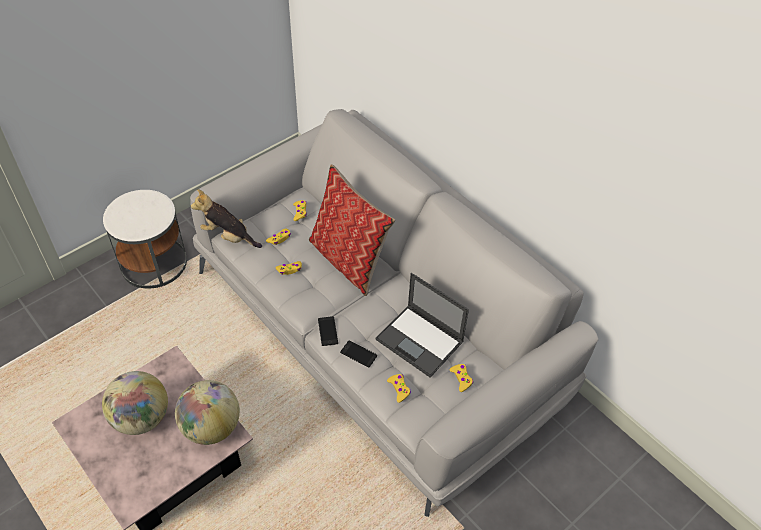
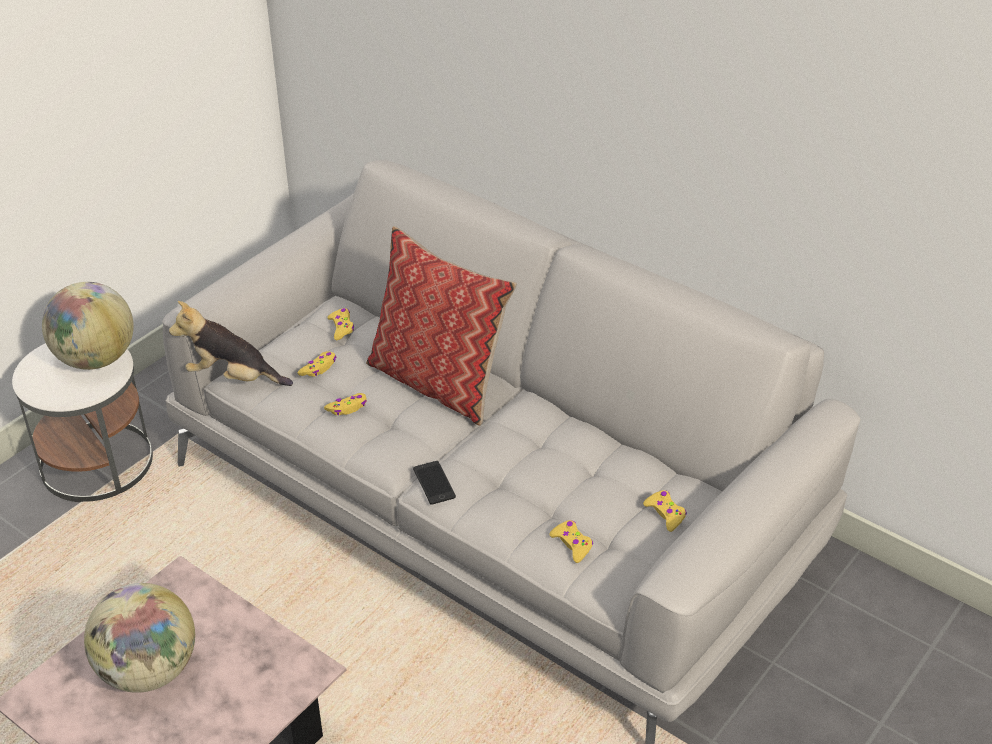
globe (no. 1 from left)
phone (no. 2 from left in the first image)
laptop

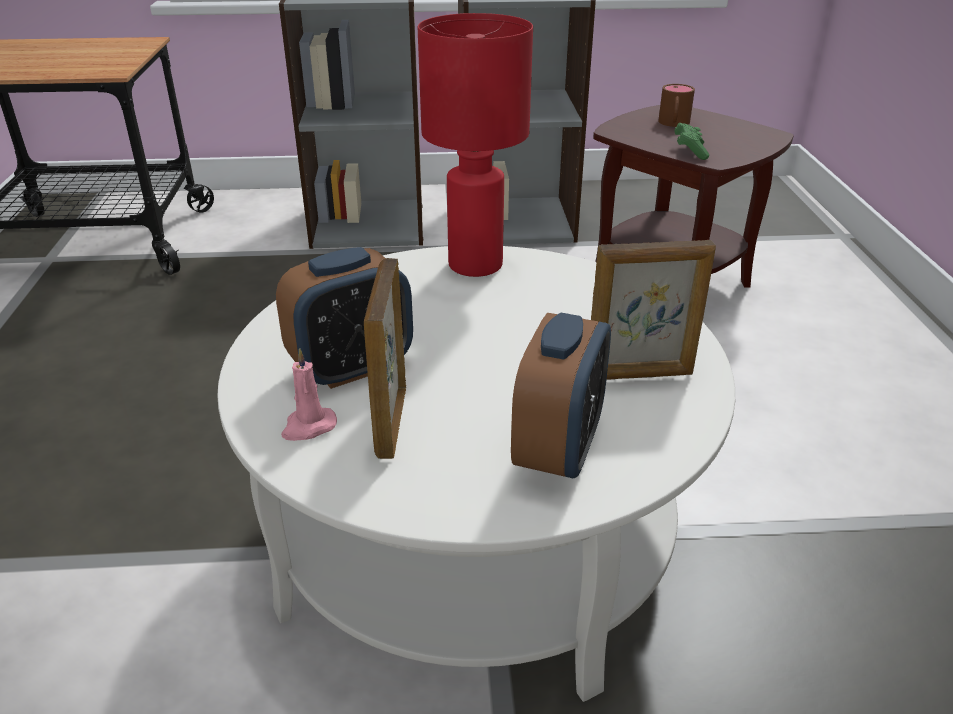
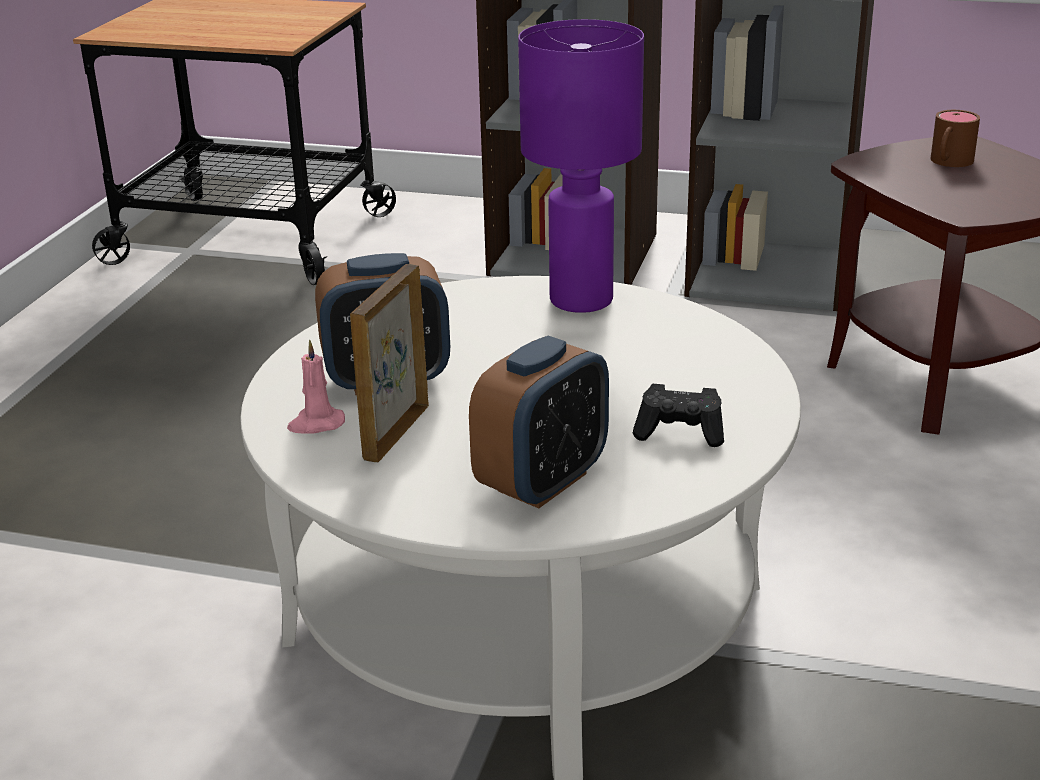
table lamp in purple
game controller in black
game controller in green

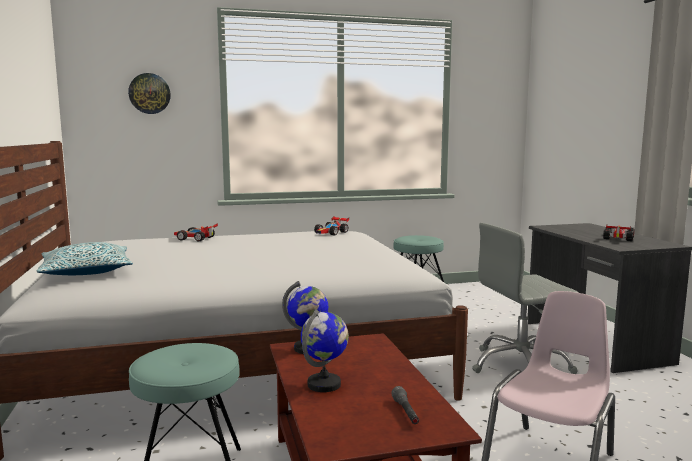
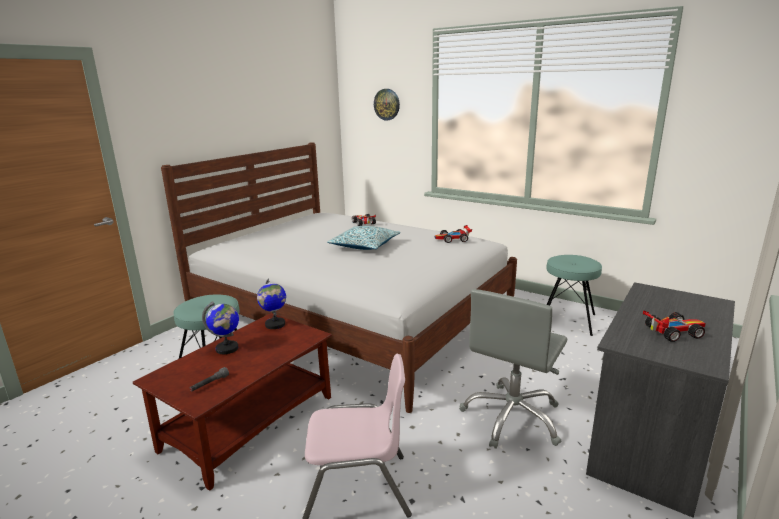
pillow
office chair in grey

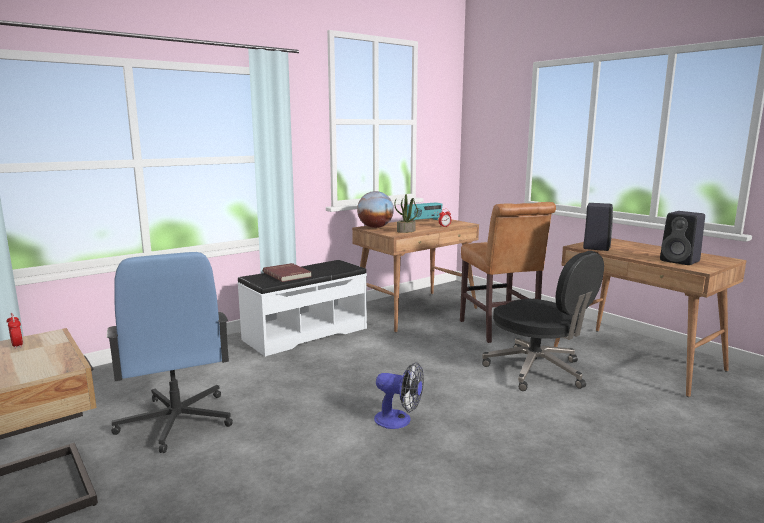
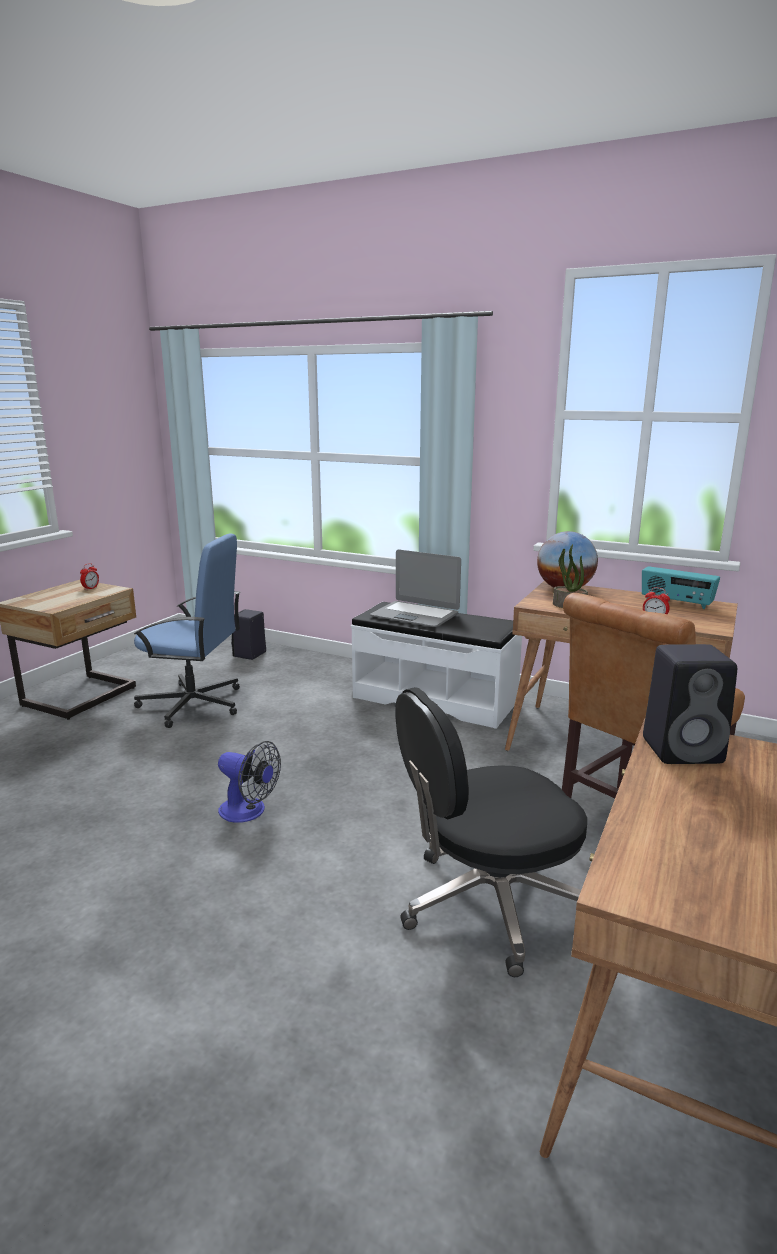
office chair in blue
laptop
fan
office chair in black
speaker in black (no. 1 from left)

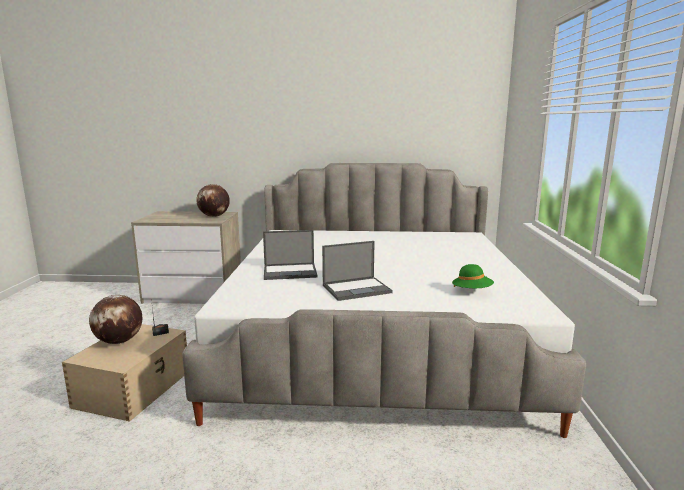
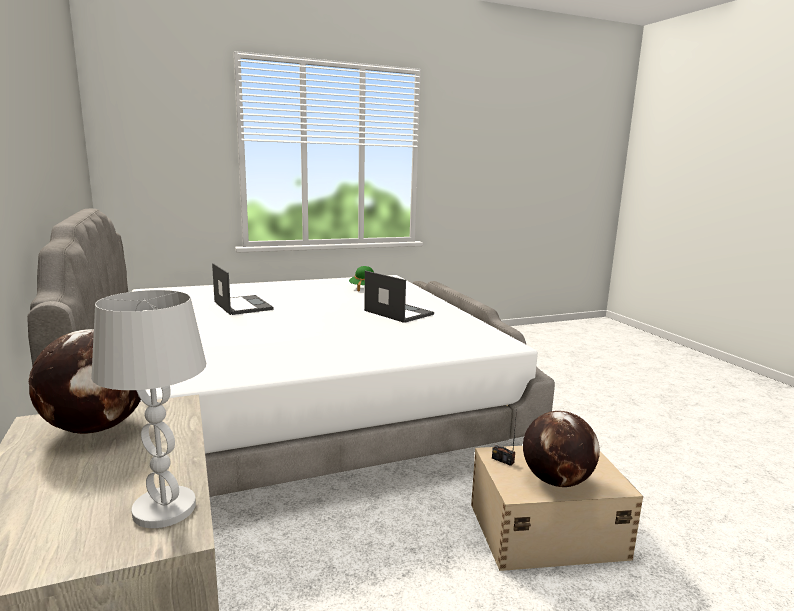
laptop (no. 1 from left)
table lamp in white

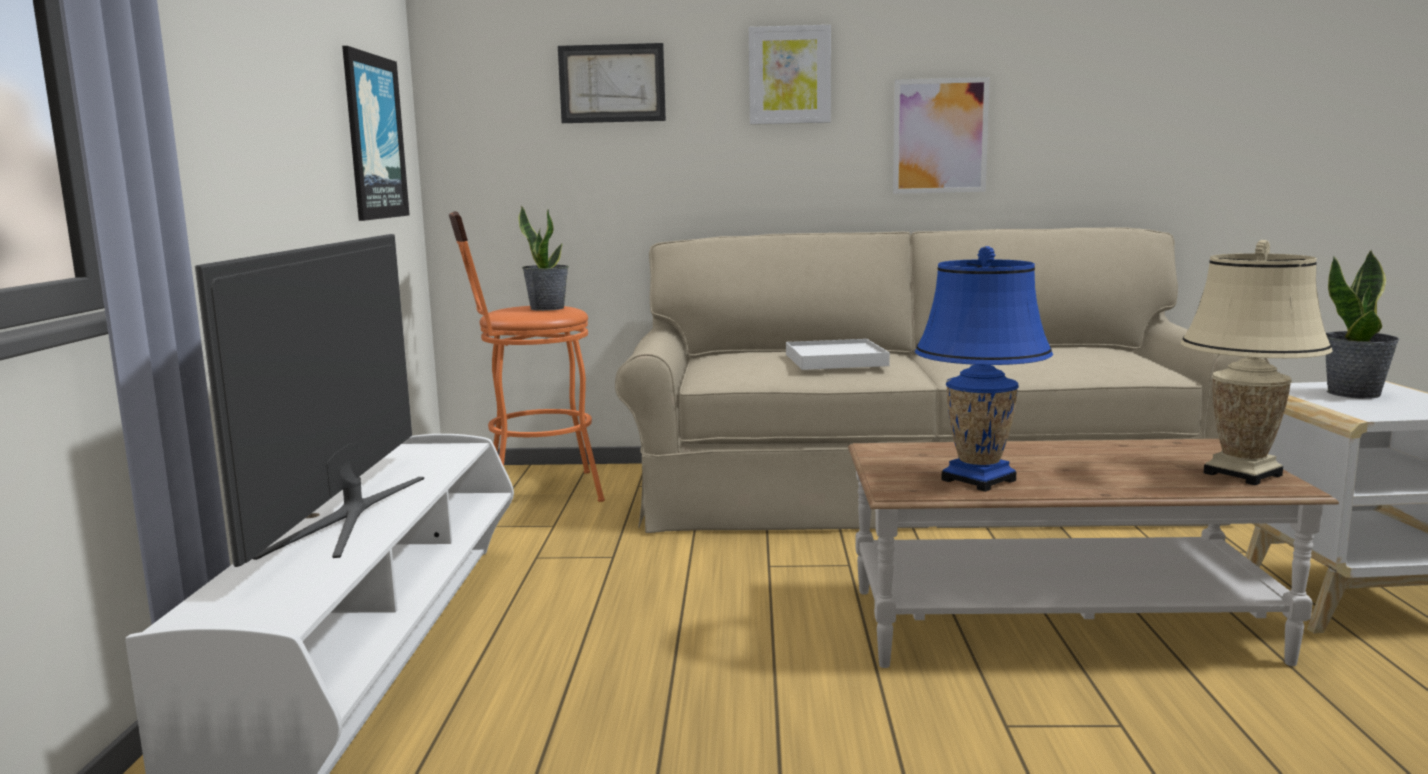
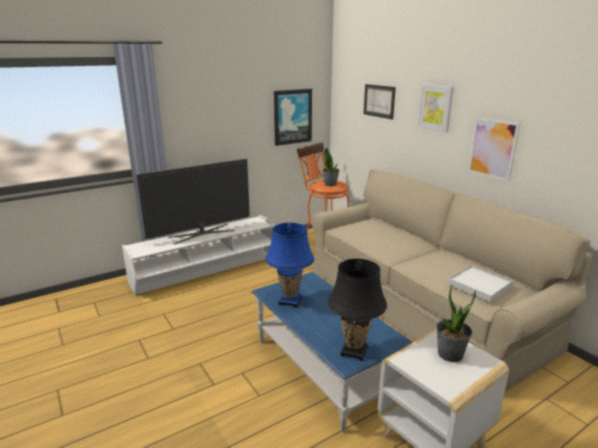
tray in white
coffee table in blue
table lamp in black

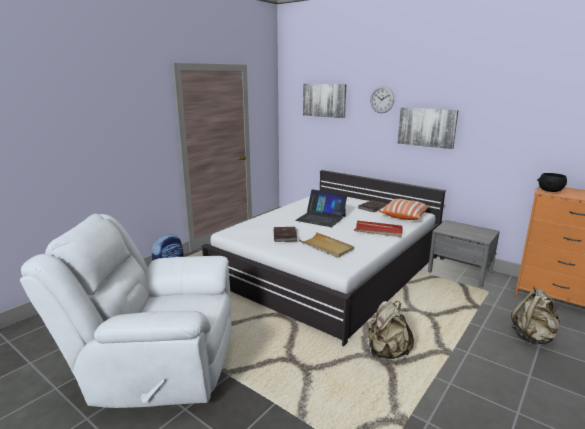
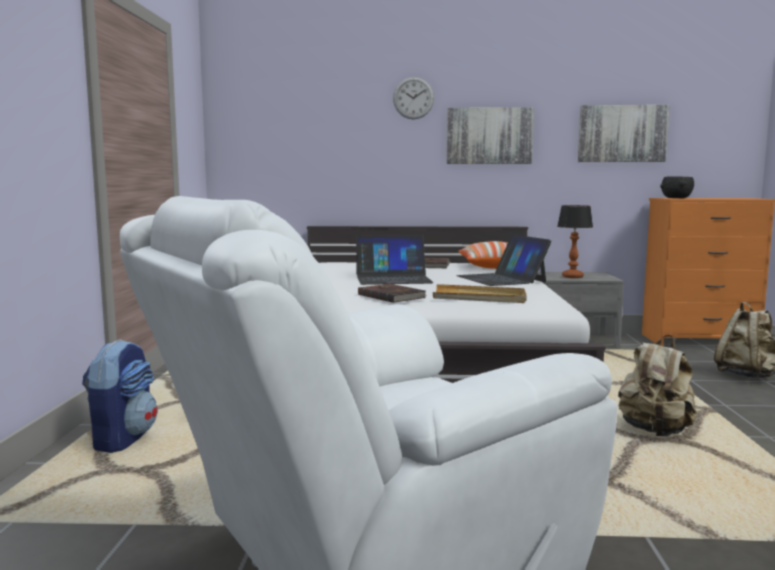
picture (no. 2 from left)
laptop (no. 2 from left)
table lamp

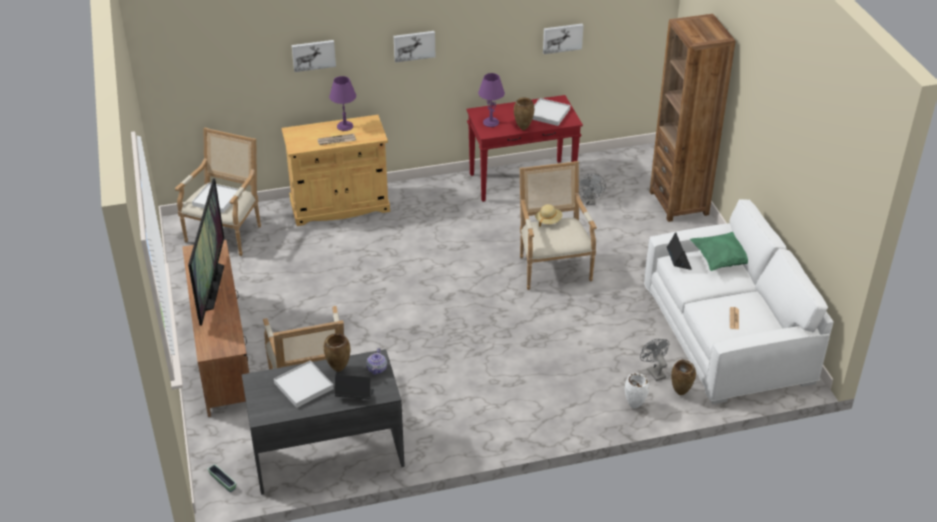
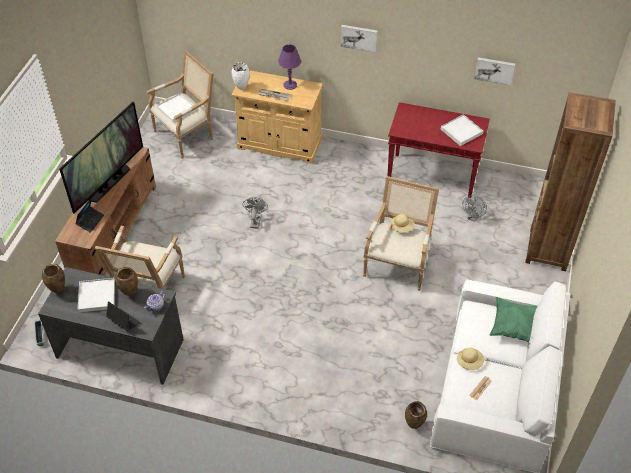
picture (no. 1 from left in the first image)
table lamp in purple (no. 2 from left in the first image)
vase in brown (no. 1 from left)
vase in white
fan in grey (no. 1 from left)
laptop (no. 1 from left)
hat in beige (no. 2 from left)

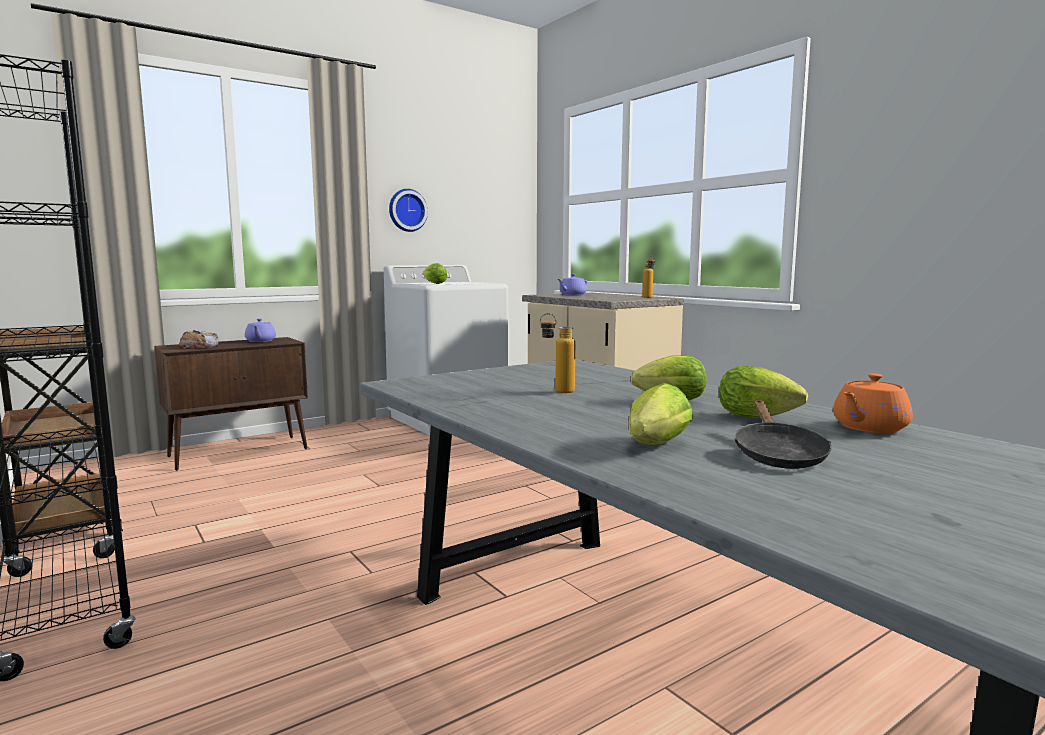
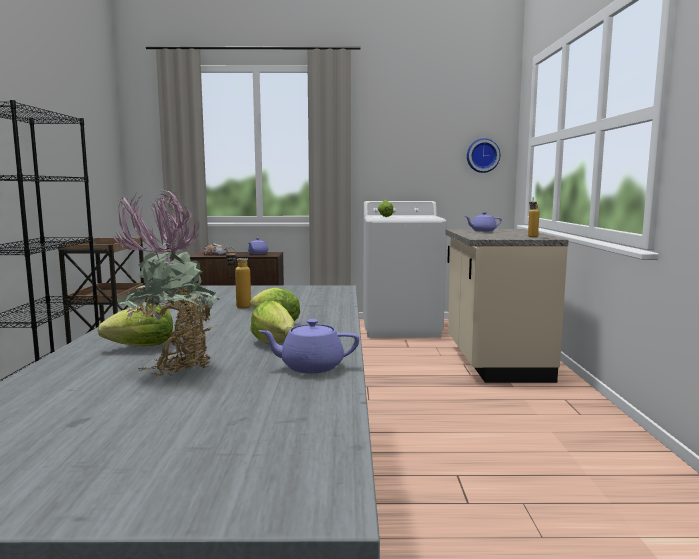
wall clock
potted plant
teapot in purple (no. 2 from left)

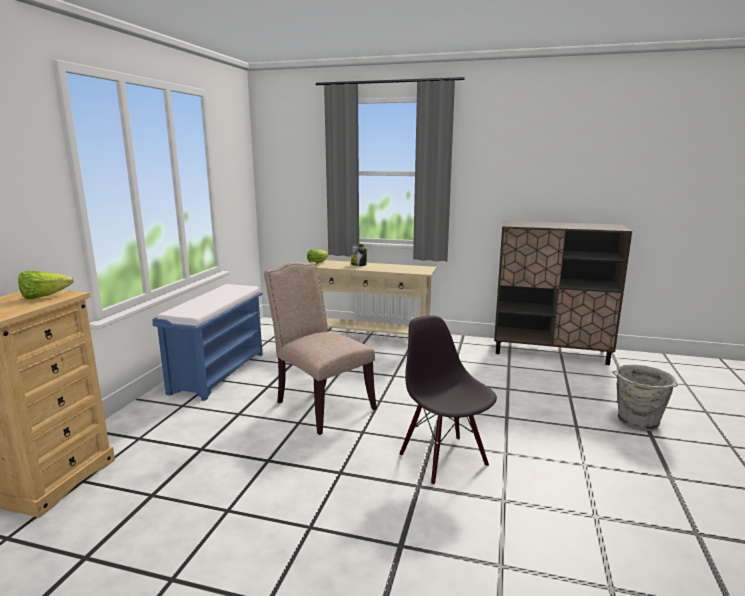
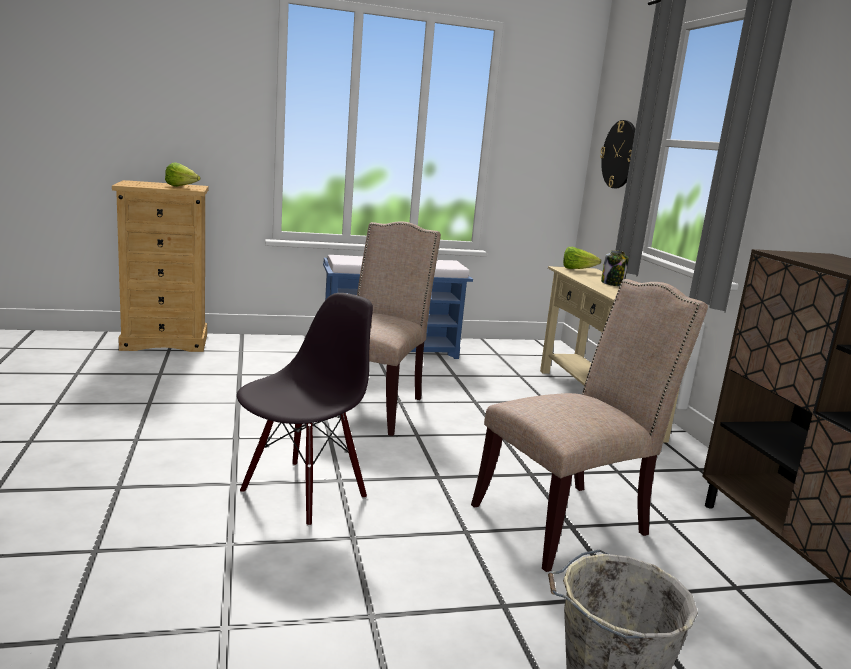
chair in beige (no. 2 from left)
wall clock

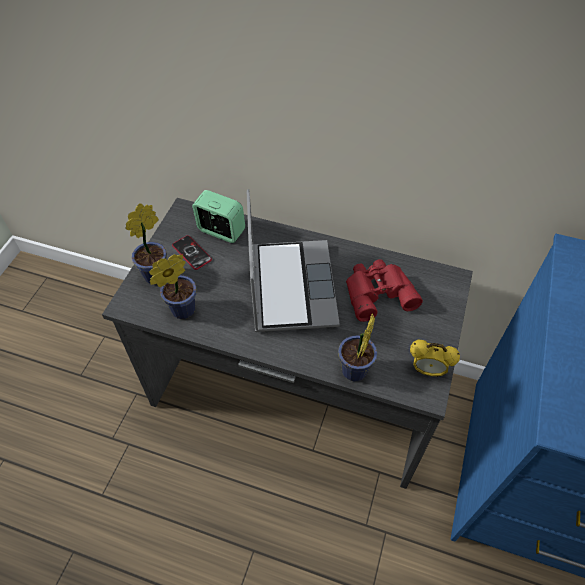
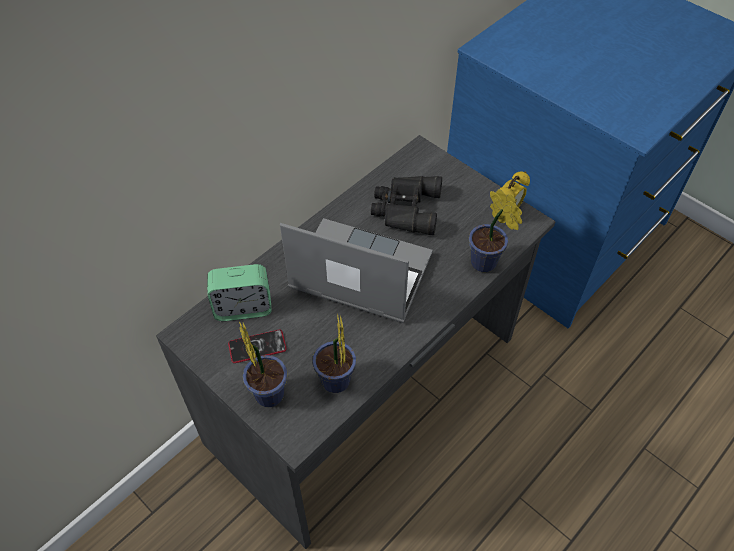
alarm clock (no. 1 from left)
binoculars in black

